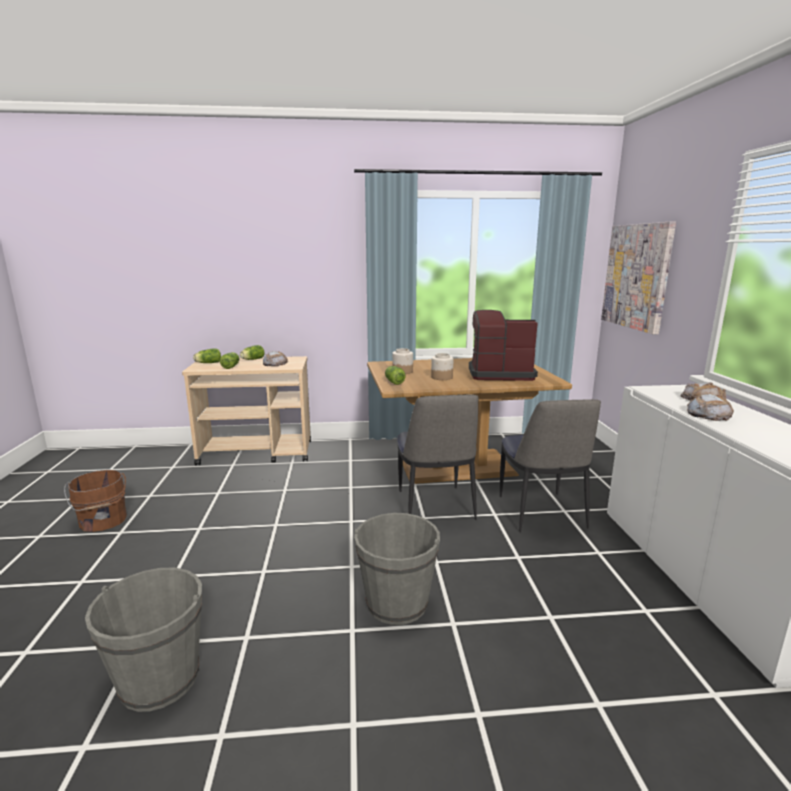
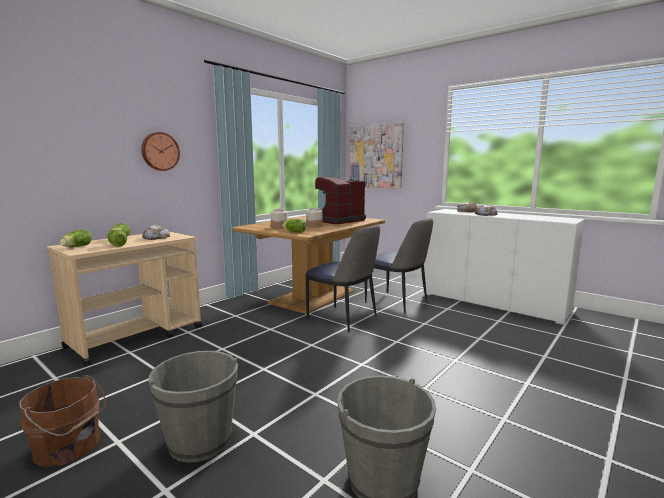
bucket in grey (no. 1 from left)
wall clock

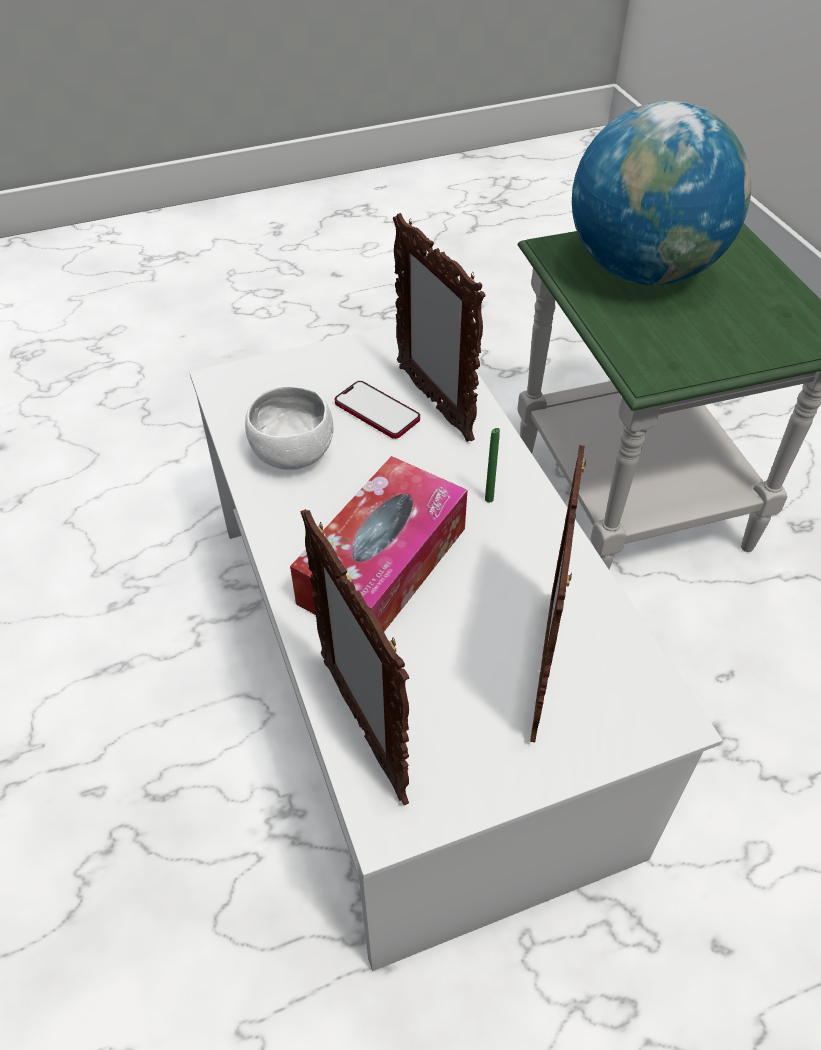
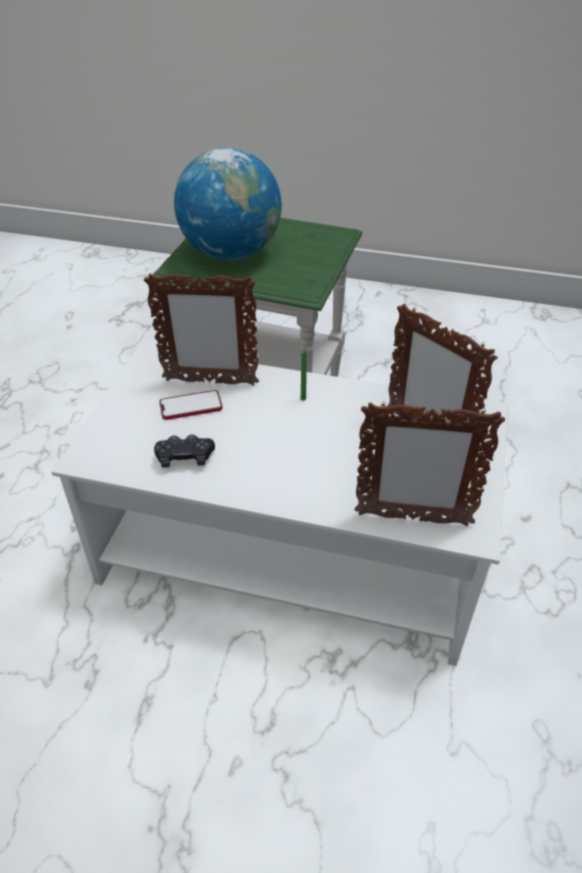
game controller in black
tissue box

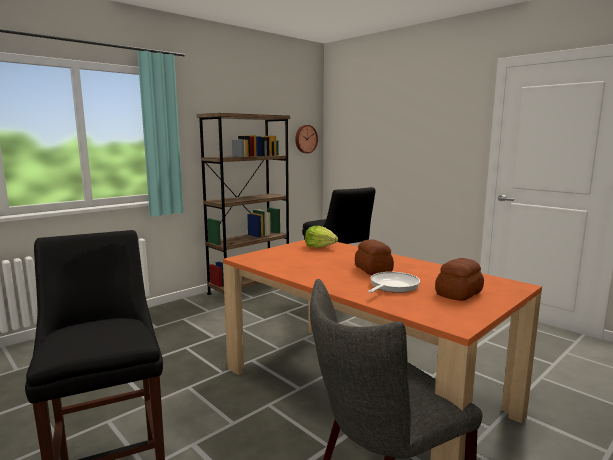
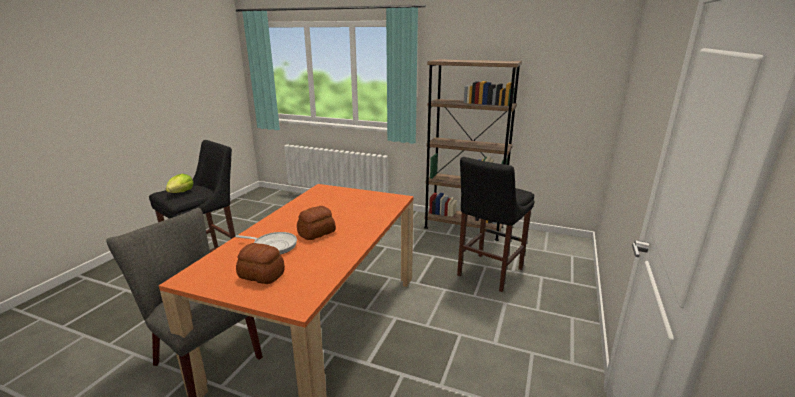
wall clock
lettuce

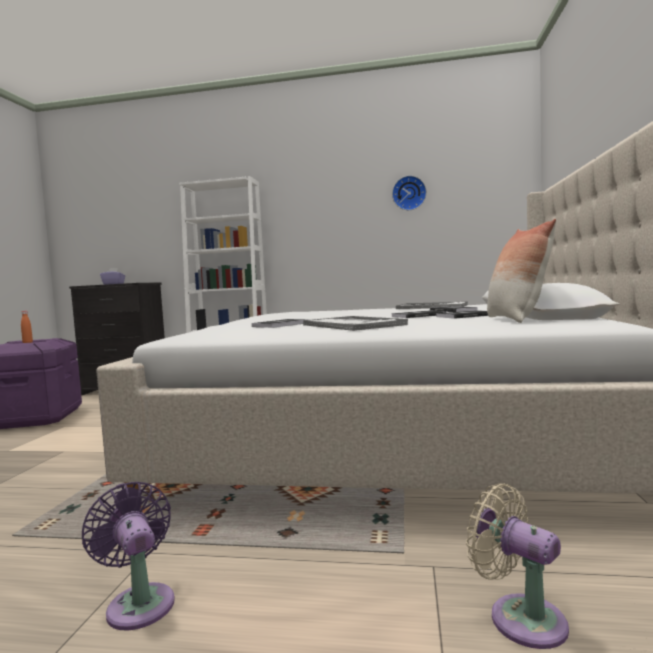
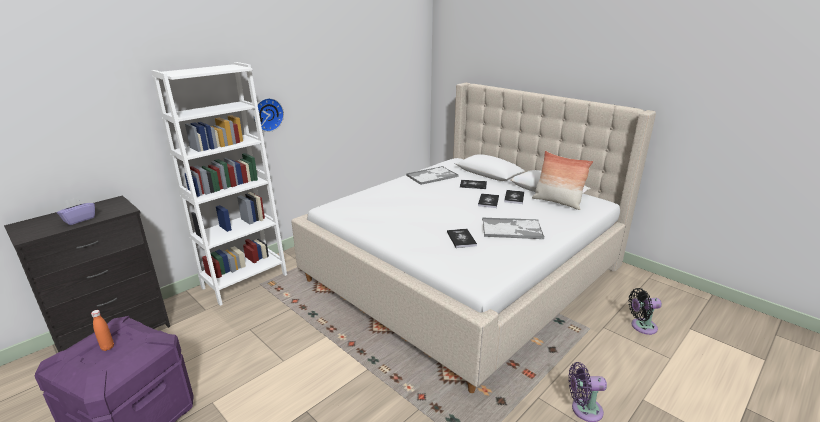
wall clock
fan in black

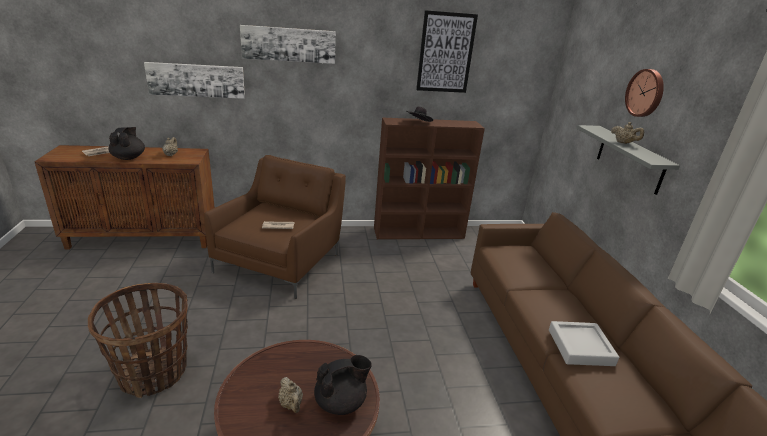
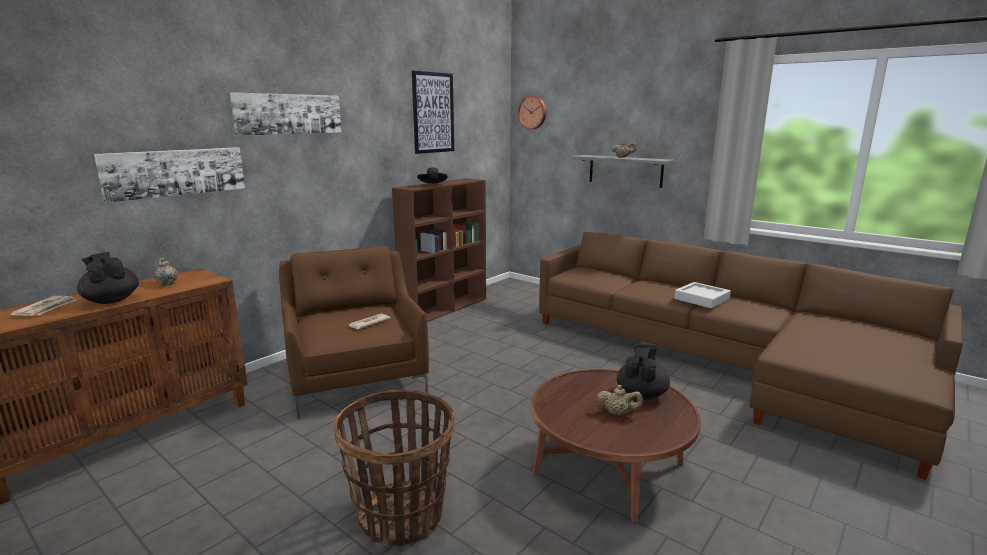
wall clock

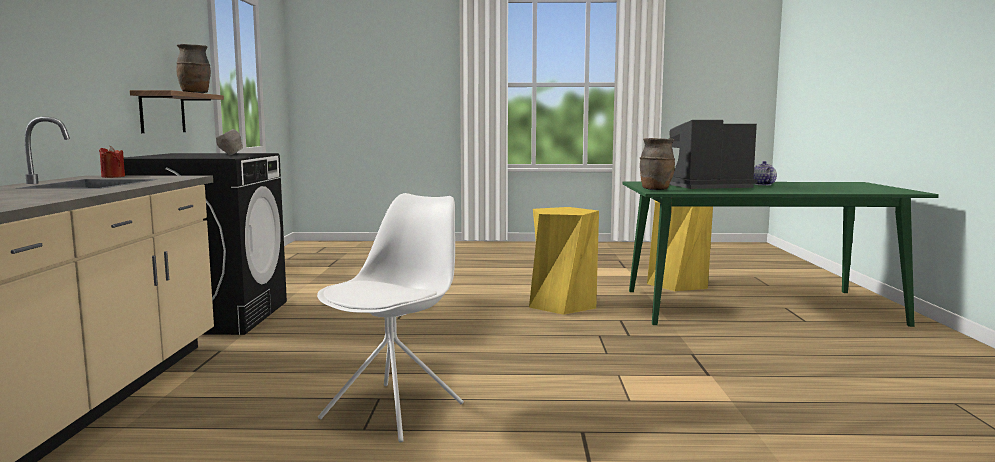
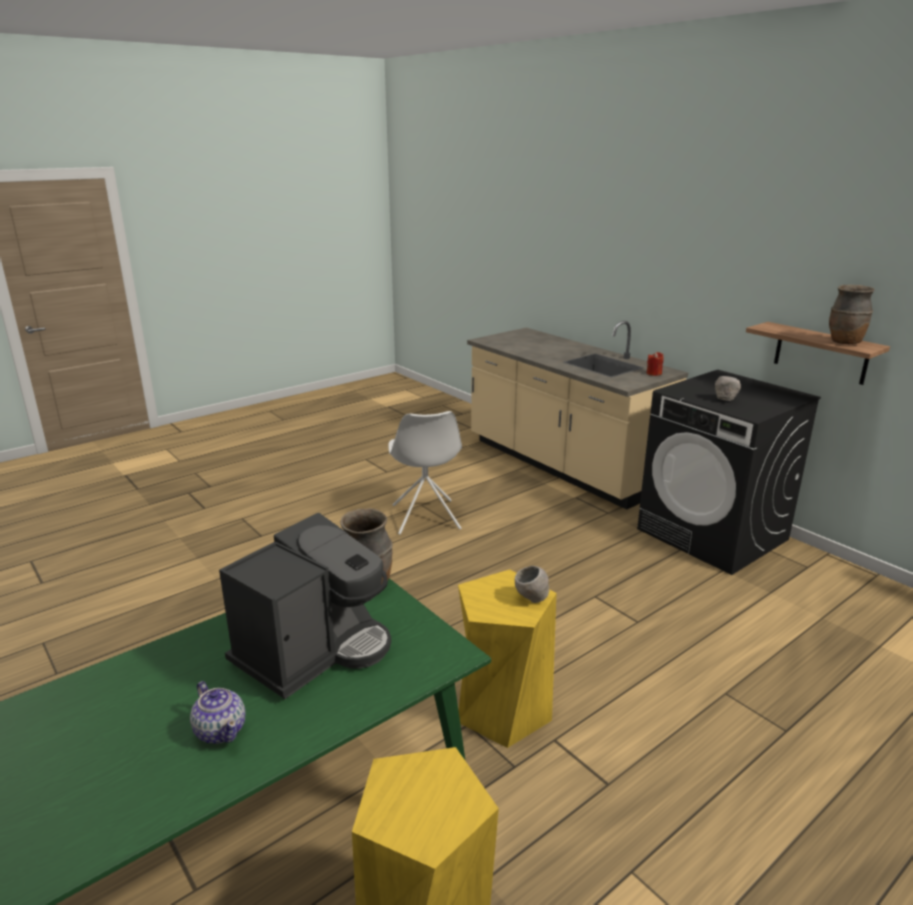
bowl in grey (no. 1 from left)

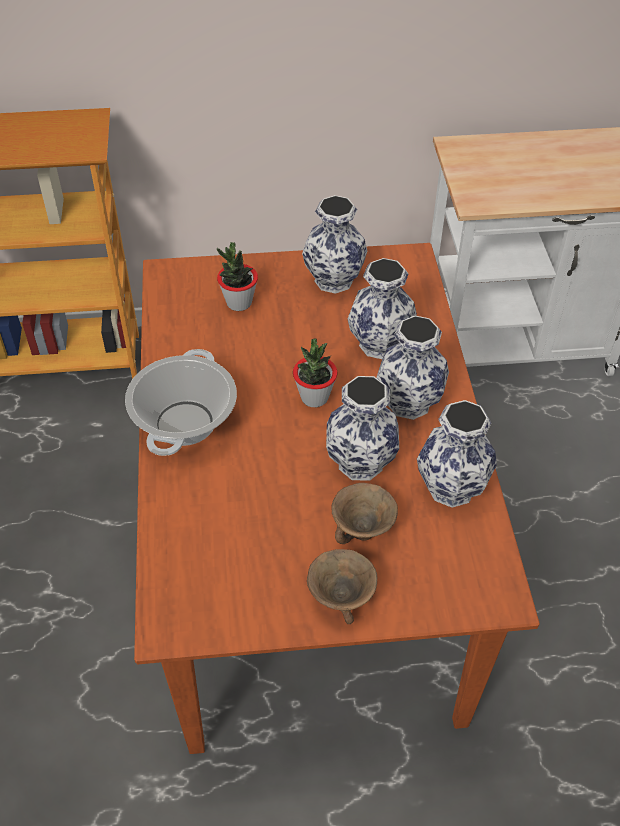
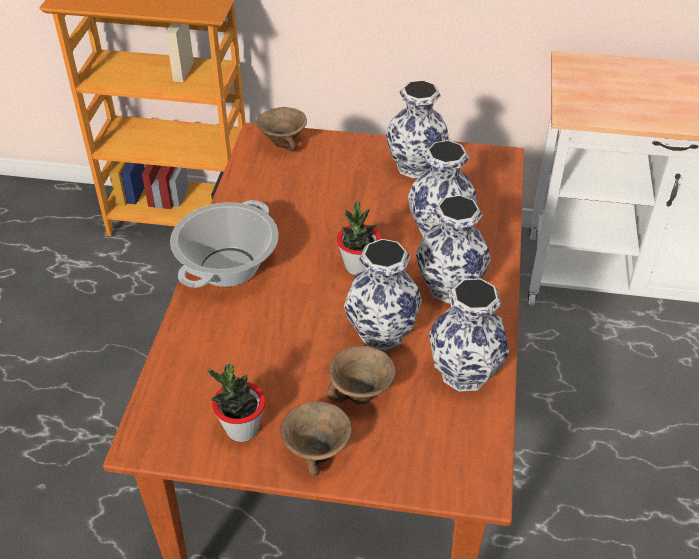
potted plant (no. 1 from left)
bowl in brown (no. 1 from left)

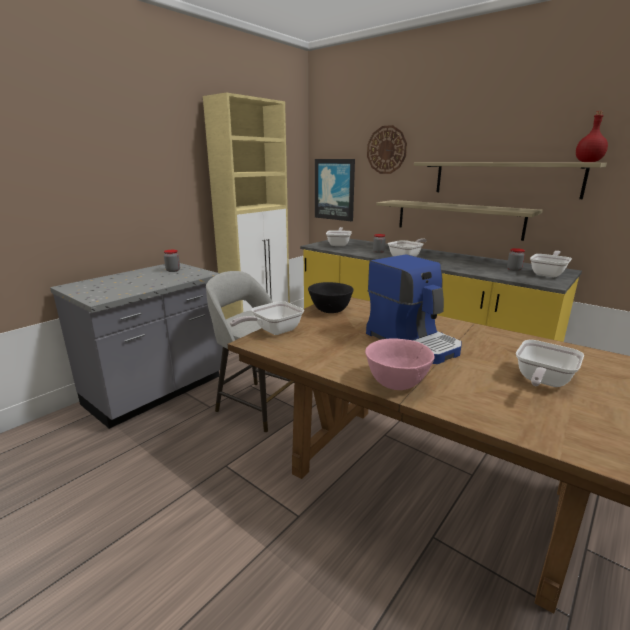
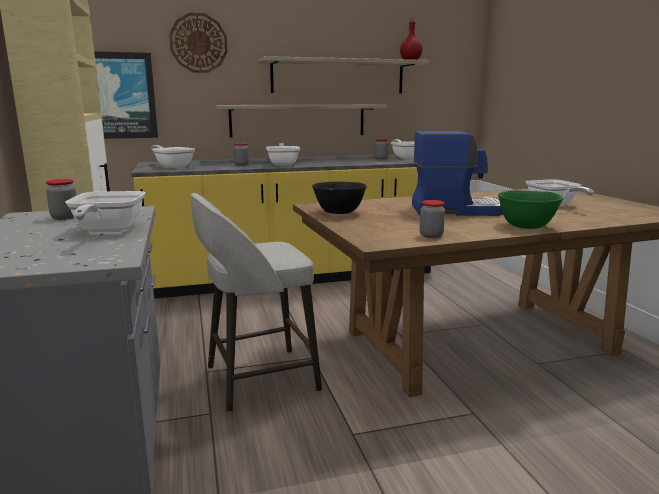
frying pan (no. 1 from left)
bowl in green
jar (no. 4 from left)

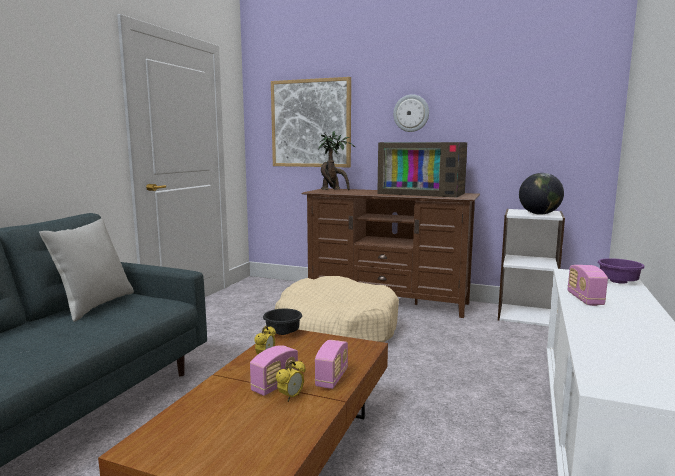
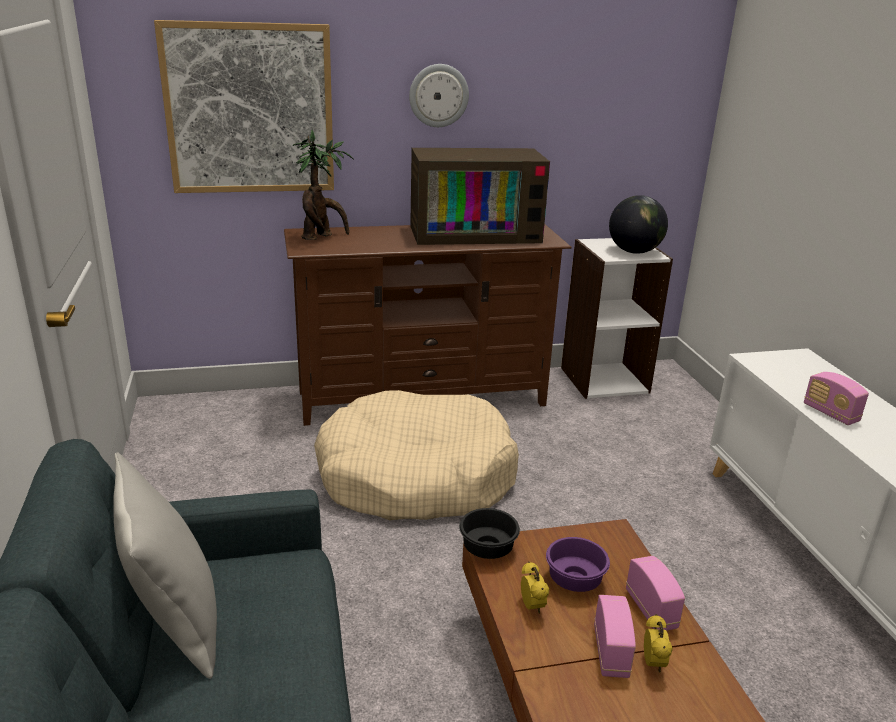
bowl in purple

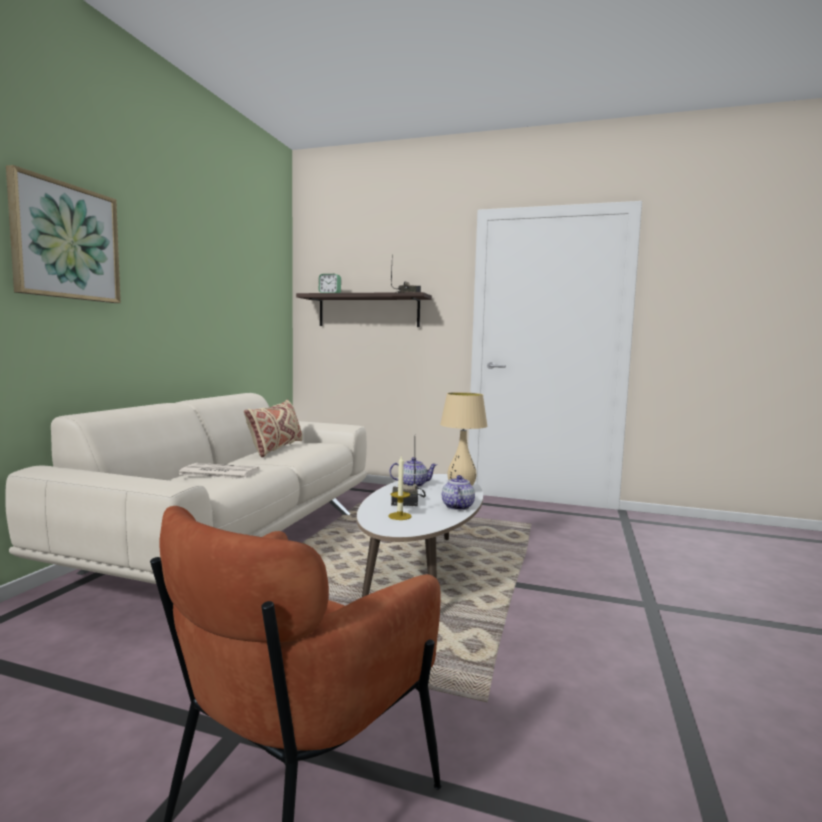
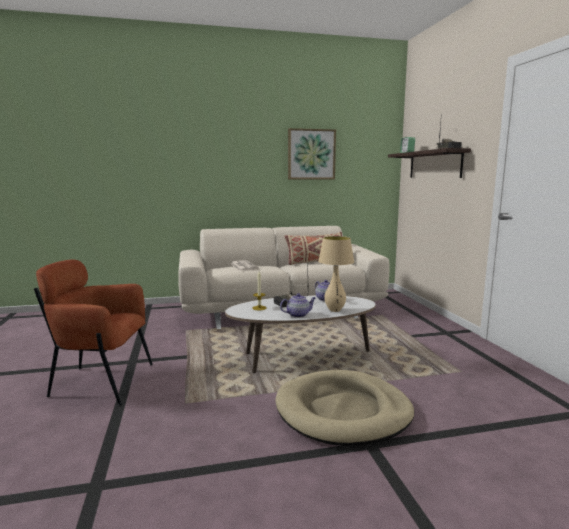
picture
dog bed in beige

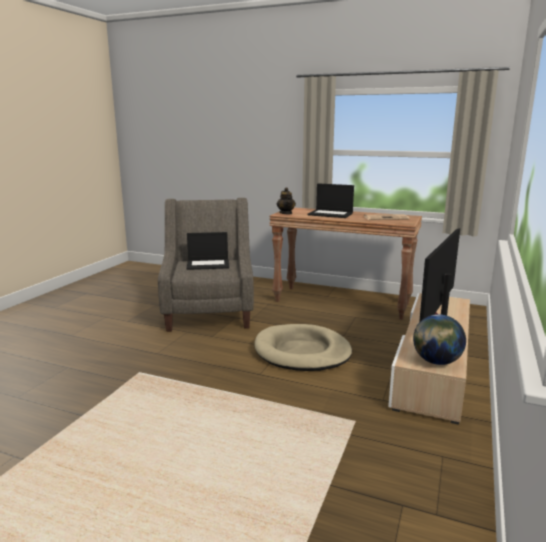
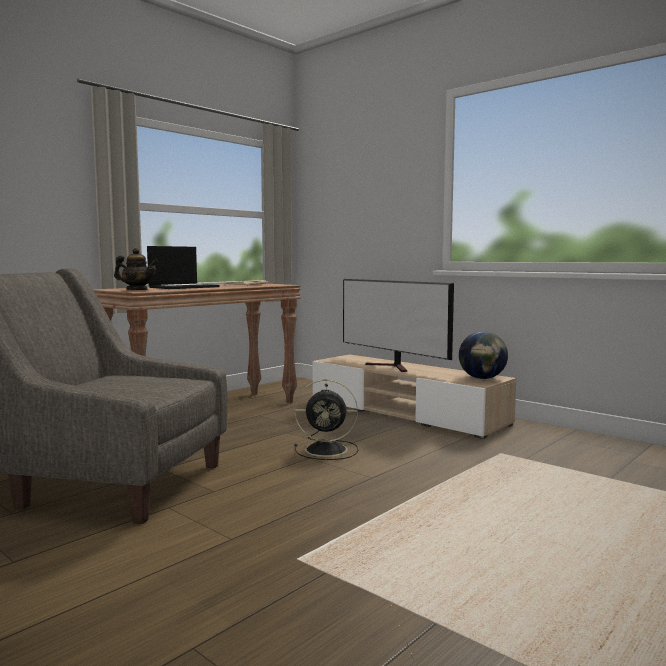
laptop (no. 1 from left in the first image)
fan in black

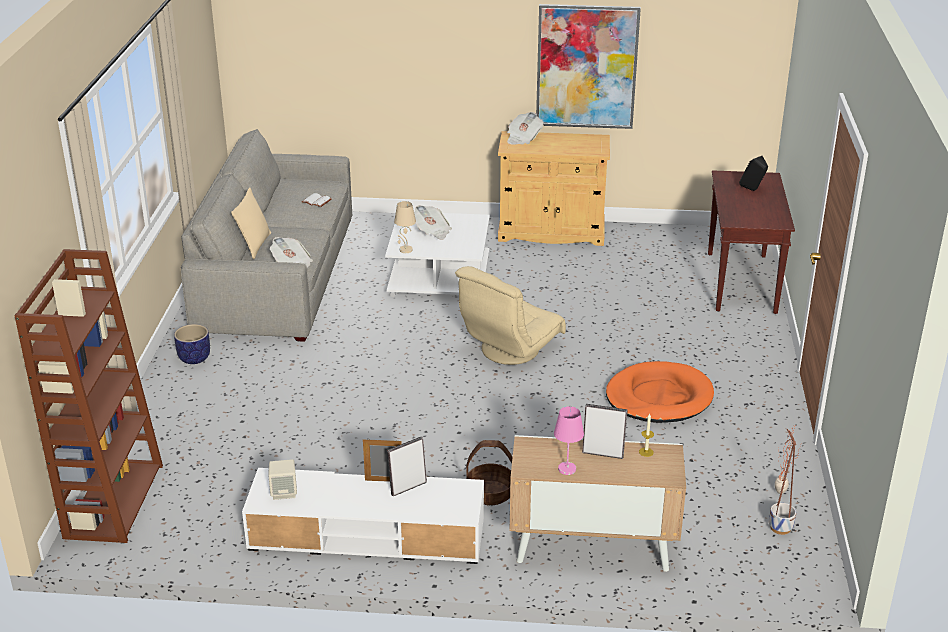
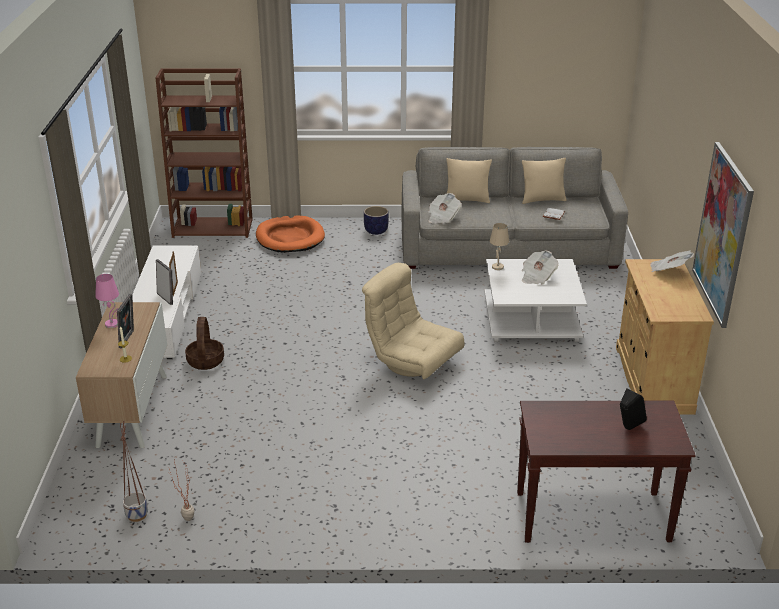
speaker in beige
dog bed in orange
pillow in beige (no. 2 from left)

